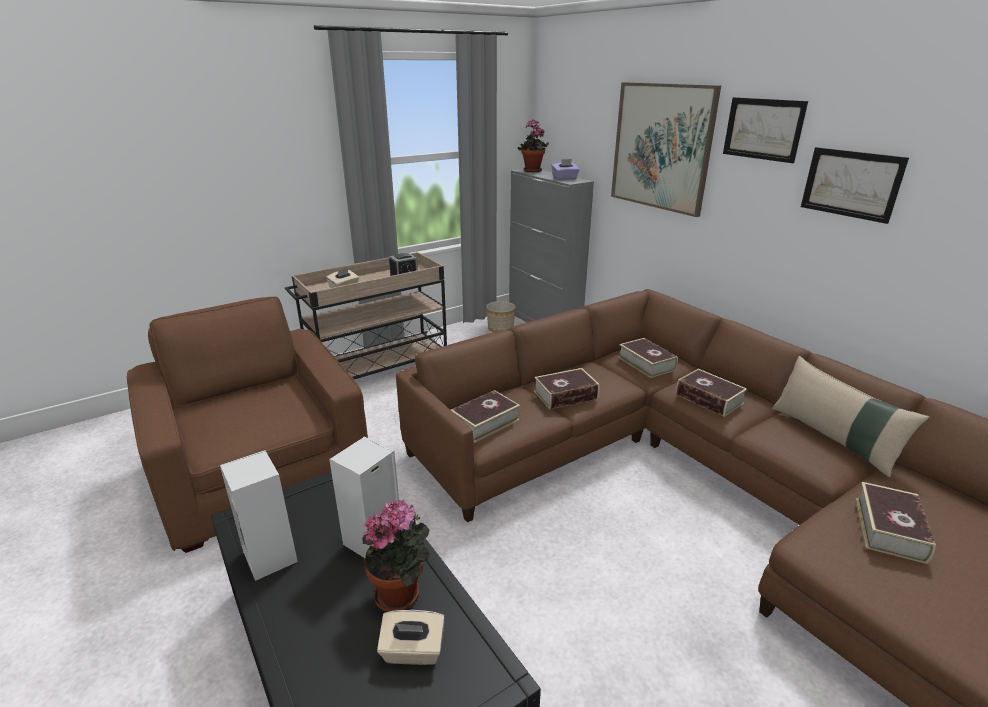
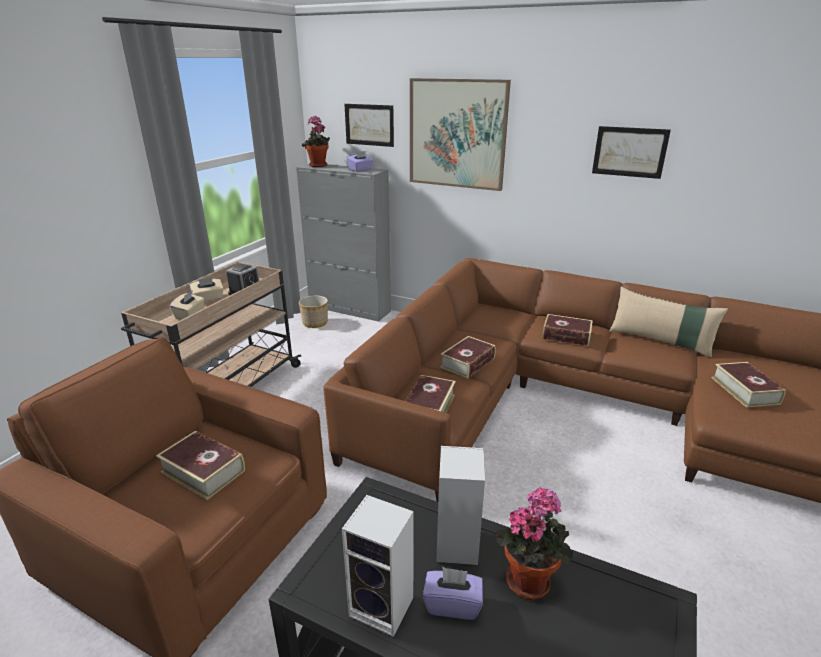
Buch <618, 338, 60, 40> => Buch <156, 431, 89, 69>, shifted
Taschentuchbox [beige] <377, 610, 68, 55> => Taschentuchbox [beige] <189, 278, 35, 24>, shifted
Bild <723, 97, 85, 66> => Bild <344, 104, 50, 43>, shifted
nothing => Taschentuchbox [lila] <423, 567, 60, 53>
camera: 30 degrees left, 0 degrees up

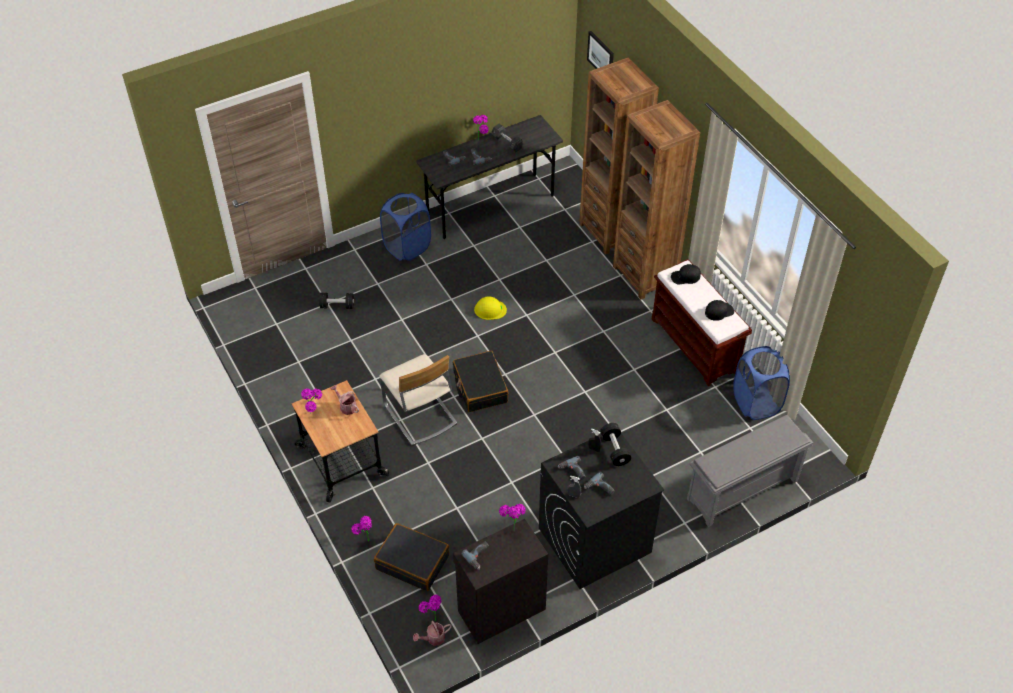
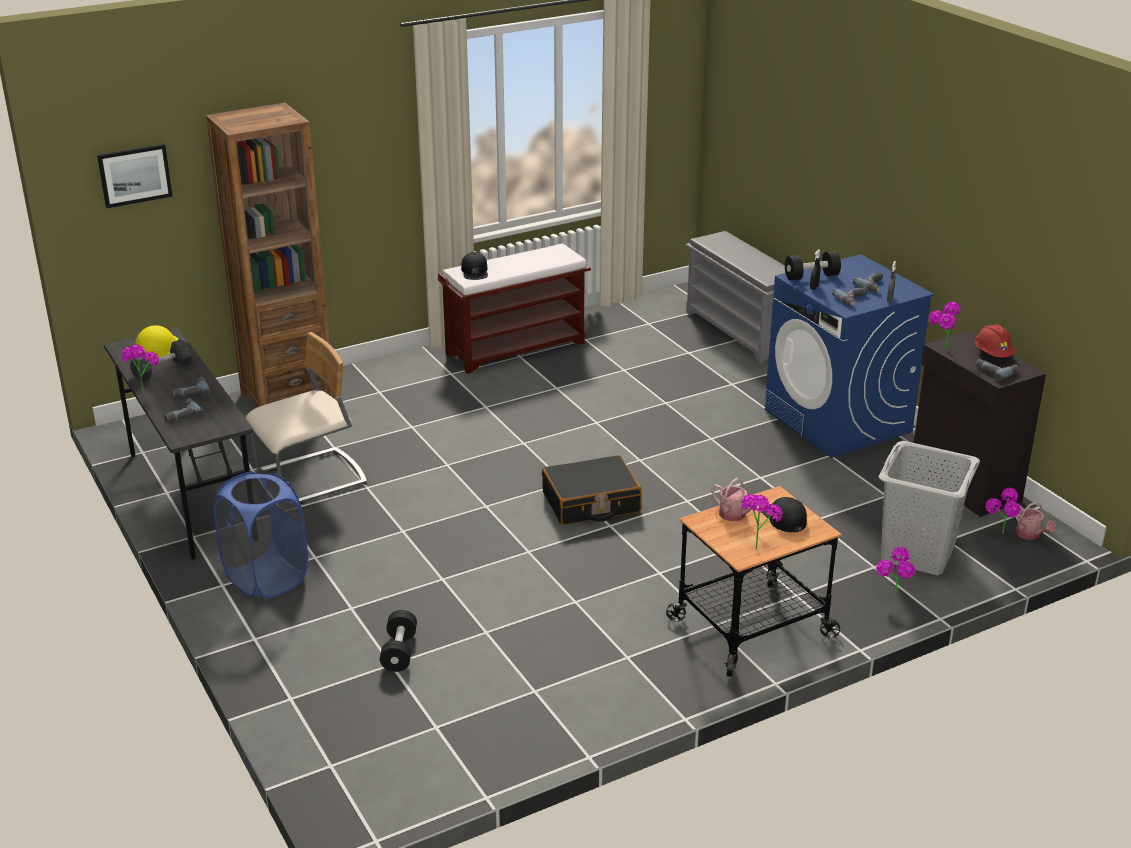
Schutzhelm [gelb] <474, 296, 33, 24> => Schutzhelm [gelb] <135, 325, 44, 33>, shifted
Stuhl [beige] <379, 354, 78, 92> => Stuhl [beige] <246, 332, 121, 172>, shifted
Gießkanne <331, 385, 28, 30> => Gießkanne <712, 478, 51, 43>, 90 degrees counterclockwise
Kappe [schwarz] <705, 300, 29, 21> => Kappe [schwarz] <762, 497, 45, 35>, shifted
Waschmaschine [schwarz] <539, 434, 125, 155> => Waschmaschine [blau] <765, 254, 169, 204>
Koffer [schwarz] <374, 523, 75, 68> => Wäschekorb [grau] <879, 441, 101, 134>
nothing => Schutzhelm [rot] <975, 324, 40, 33>
Bücherregal [braun] <613, 100, 87, 200> => nothing
Wäschekorb [blau] <733, 346, 57, 74> => nothing
camera: 90 degrees left, 20 degrees down

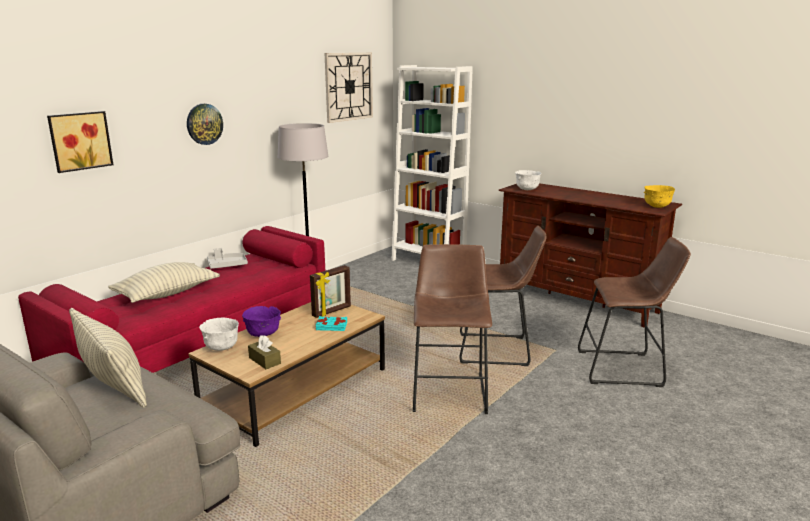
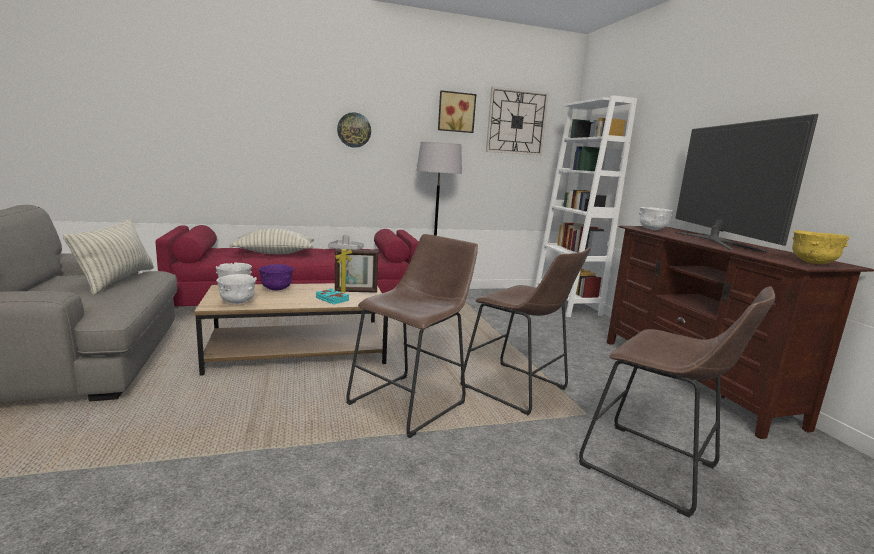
Taschentuchbox [braun] <248, 335, 33, 34> => Schüssel [weiß] <216, 274, 41, 30>
Bild <47, 111, 66, 62> => Bild <438, 90, 38, 43>, shifted
nothing => Fernseher <675, 114, 144, 138>
camera: 35 degrees right, 5 degrees down

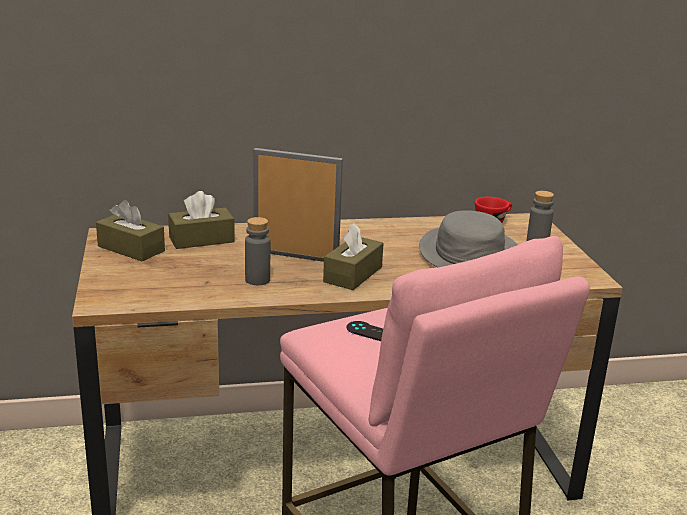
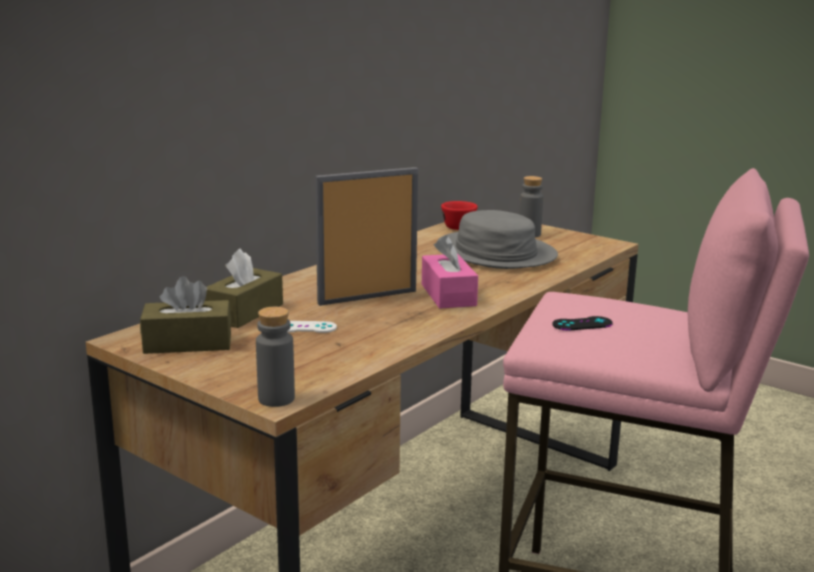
Flasche [grau] <245, 217, 25, 68> => Flasche [grau] <256, 307, 39, 100>, shifted
nothing => Gamepad [weiß] <287, 321, 50, 12>
Taschentuchbox [braun] <323, 223, 60, 67> => Taschentuchbox [rosa] <422, 235, 56, 74>
camera: 40 degrees left, 5 degrees down

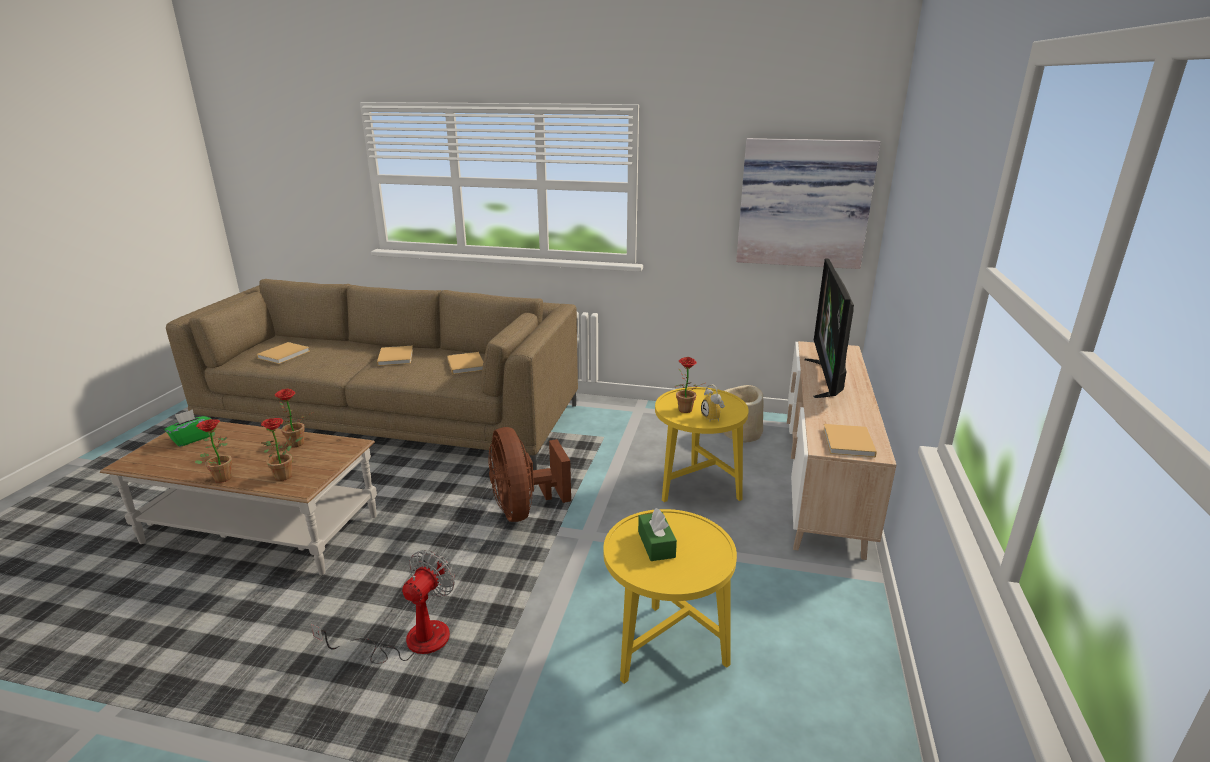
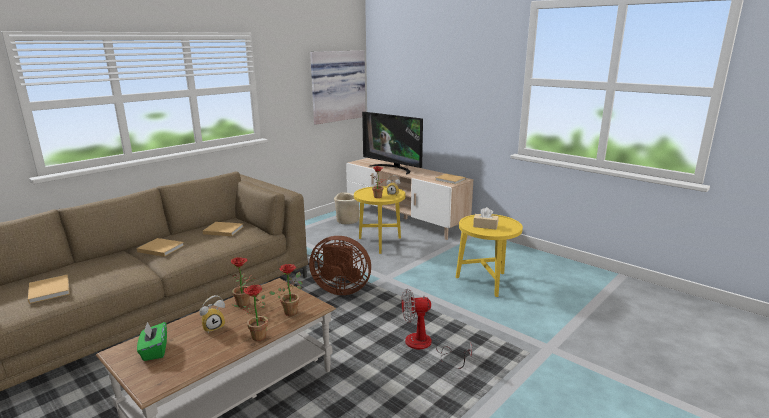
nothing => Wecker <199, 295, 26, 39>
Ventilator <311, 550, 144, 114> => Ventilator <402, 289, 70, 80>, 60 degrees counterclockwise
Taschentuchbox [grün] <638, 508, 39, 53> => Taschentuchbox [beige] <473, 207, 25, 23>
camera: 60 degrees left, 5 degrees down

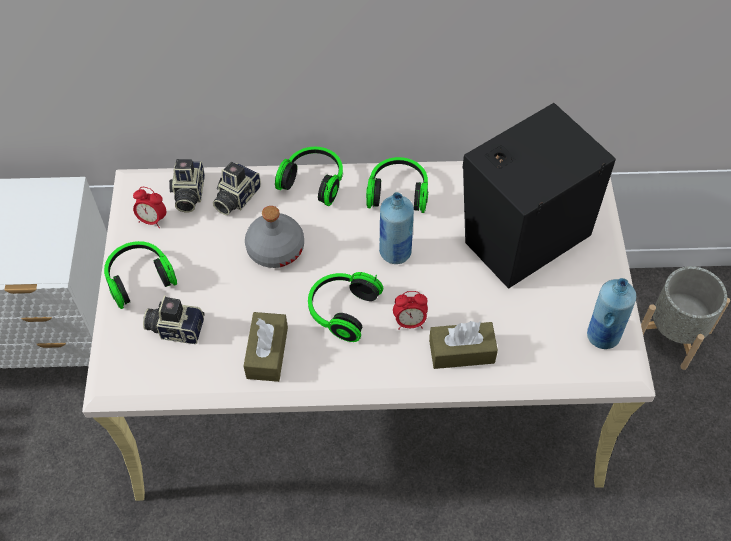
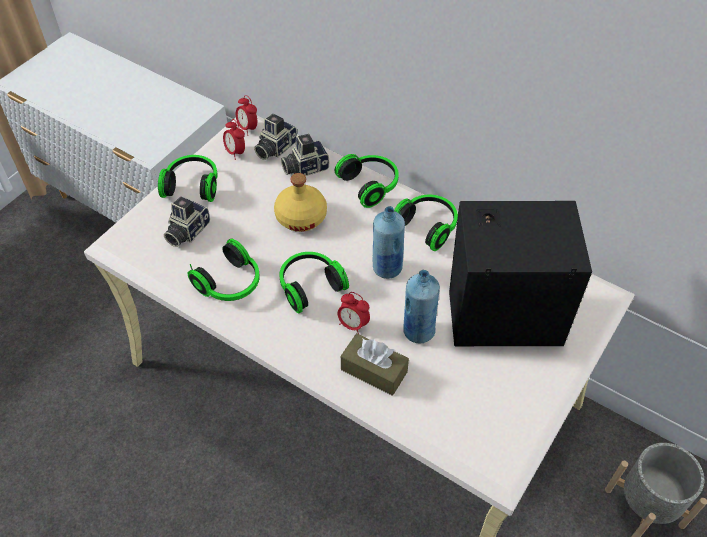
Kamera <143, 295, 62, 49> => Kamera <164, 196, 46, 51>, 105 degrees counterclockwise
Taschentuchbox [braun] <244, 312, 44, 70> => Kopfhörer <188, 239, 72, 62>
nothing => Wecker <236, 95, 21, 41>
Flasche [grau] <245, 206, 59, 62> => Flasche [gelb] <274, 173, 53, 59>
Flasche [blau] <587, 278, 49, 71> => Flasche [blau] <403, 270, 37, 73>, shifted
camera: 35 degrees right, 5 degrees down

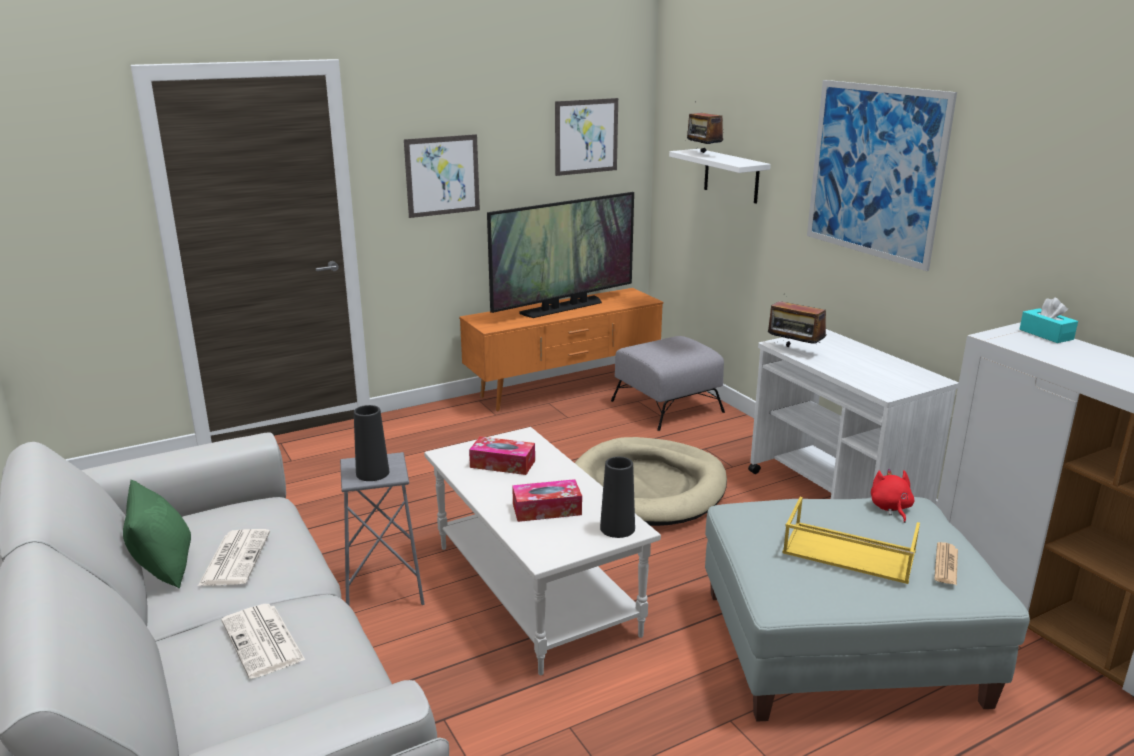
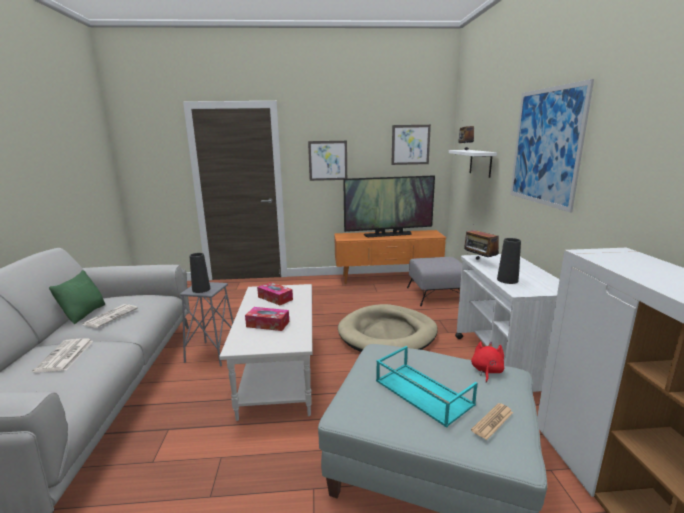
Tablett [gelb] <782, 497, 138, 87> => Tablett [türkis] <376, 346, 101, 82>
Vase [schwarz] <600, 457, 35, 81> => Vase [schwarz] <497, 238, 24, 46>, shifted
Taschentuchbox [türkis] <1020, 298, 58, 45> => nothing
camera: 25 degrees right, 5 degrees down

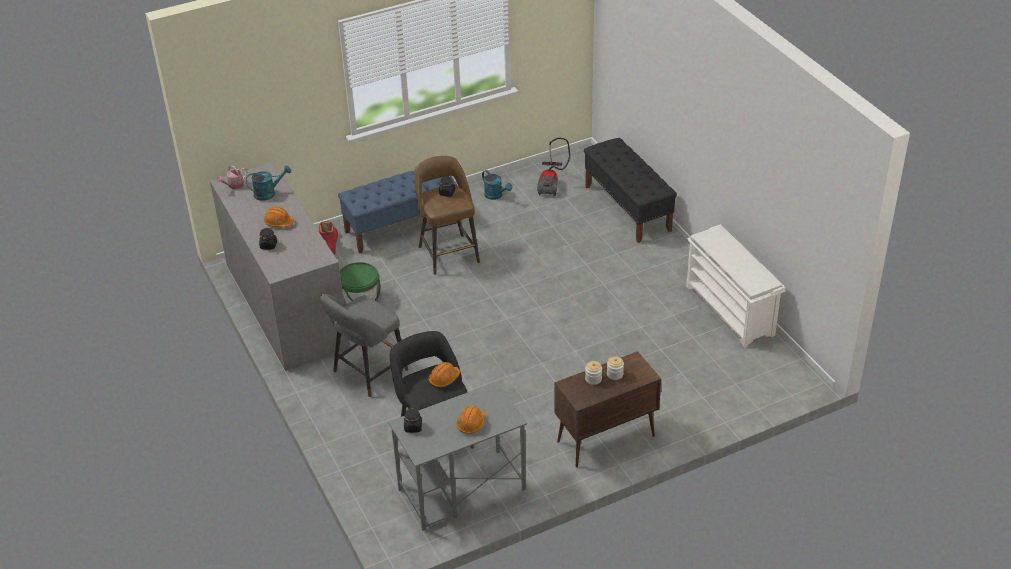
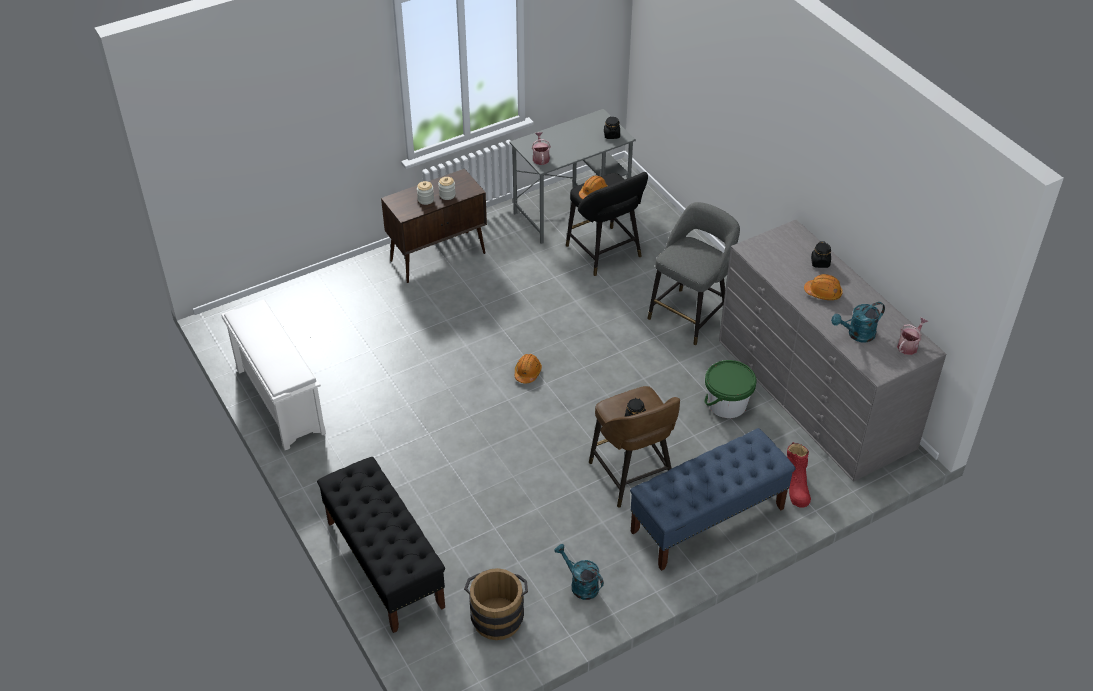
Staubsauger <537, 138, 33, 58> => Eimer [braun] <464, 568, 64, 72>
Schutzhelm [orange] <457, 406, 28, 28> => Schutzhelm [orange] <515, 354, 27, 29>, shifted
nothing => Gießkanne <532, 132, 19, 33>
camera: 175 degrees right, 5 degrees up

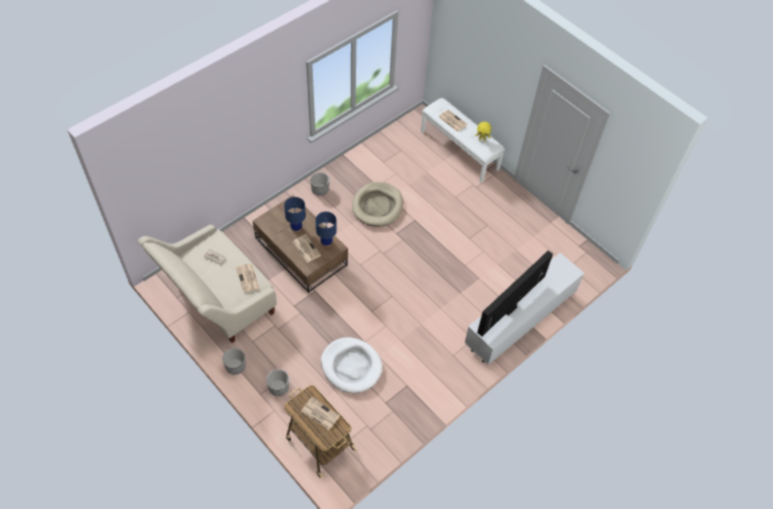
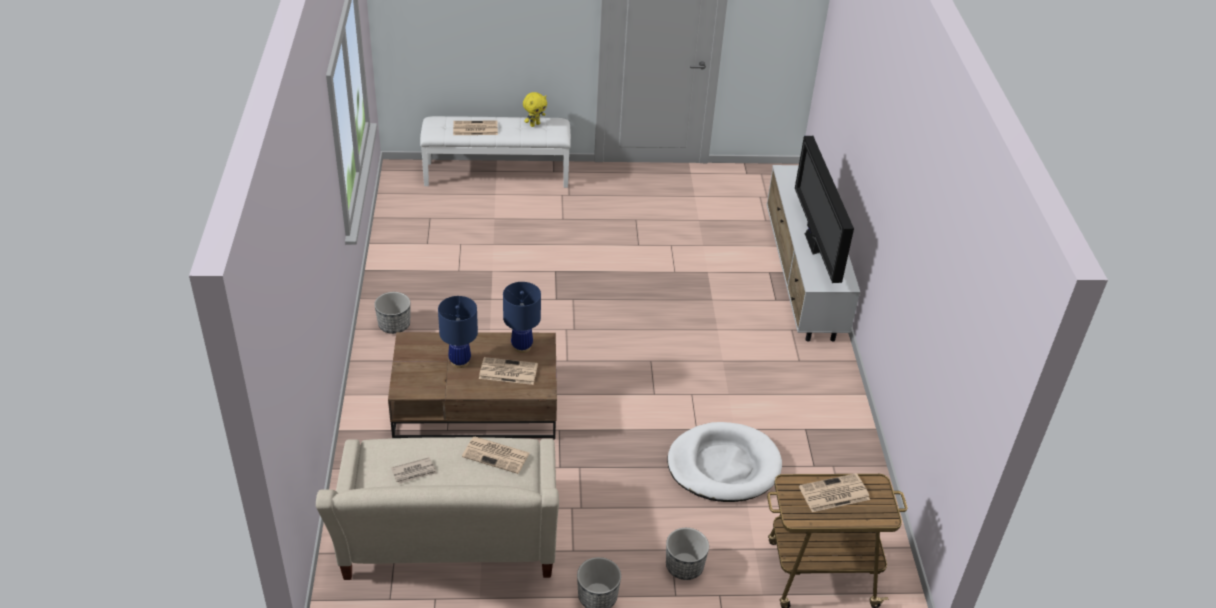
Hundebett [beige] <352, 182, 51, 45> => nothing
camera: 50 degrees left, 15 degrees down

